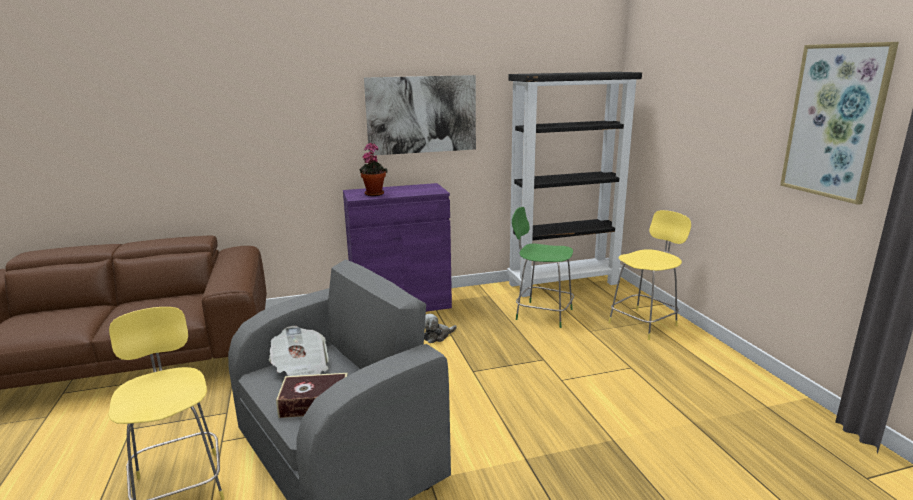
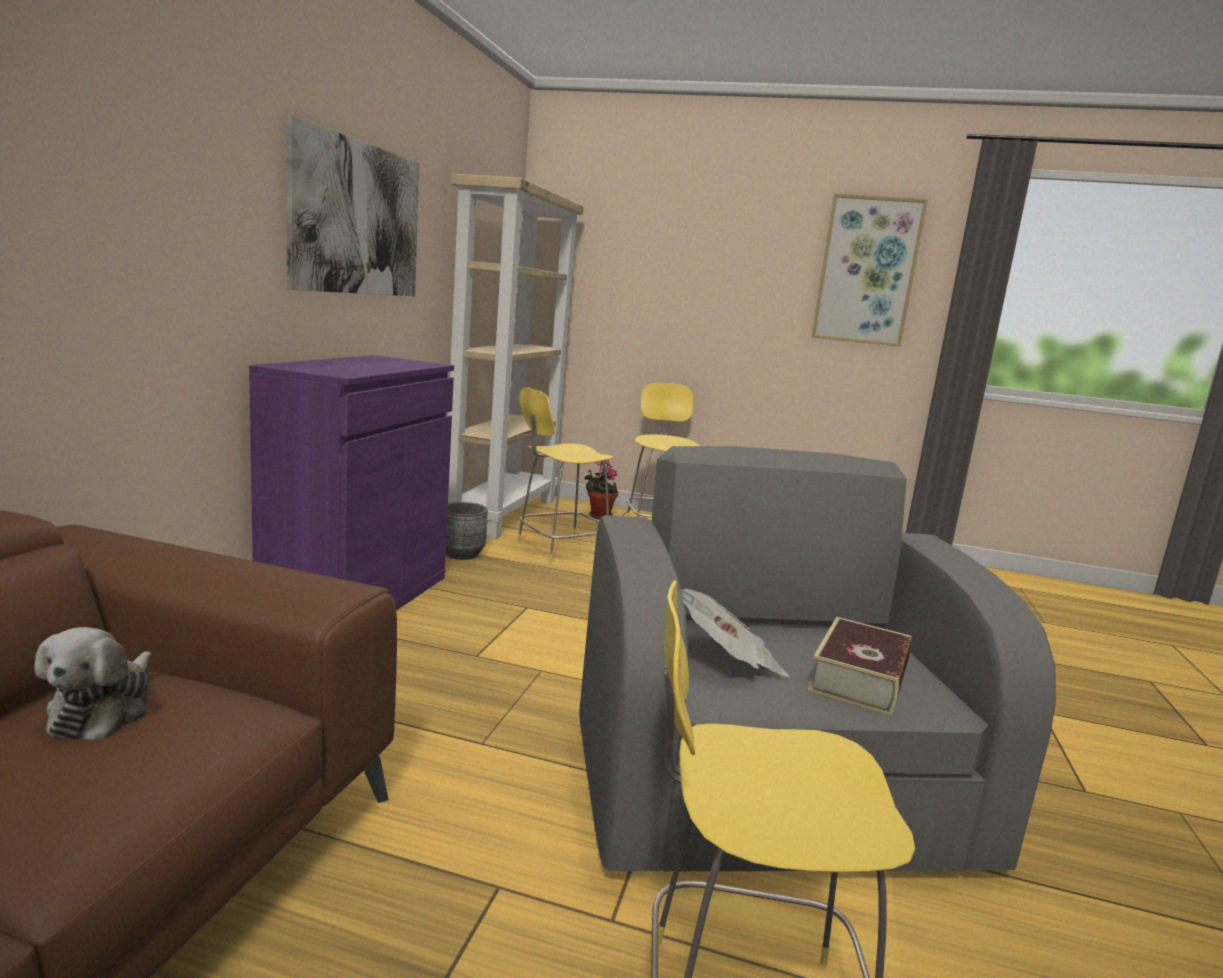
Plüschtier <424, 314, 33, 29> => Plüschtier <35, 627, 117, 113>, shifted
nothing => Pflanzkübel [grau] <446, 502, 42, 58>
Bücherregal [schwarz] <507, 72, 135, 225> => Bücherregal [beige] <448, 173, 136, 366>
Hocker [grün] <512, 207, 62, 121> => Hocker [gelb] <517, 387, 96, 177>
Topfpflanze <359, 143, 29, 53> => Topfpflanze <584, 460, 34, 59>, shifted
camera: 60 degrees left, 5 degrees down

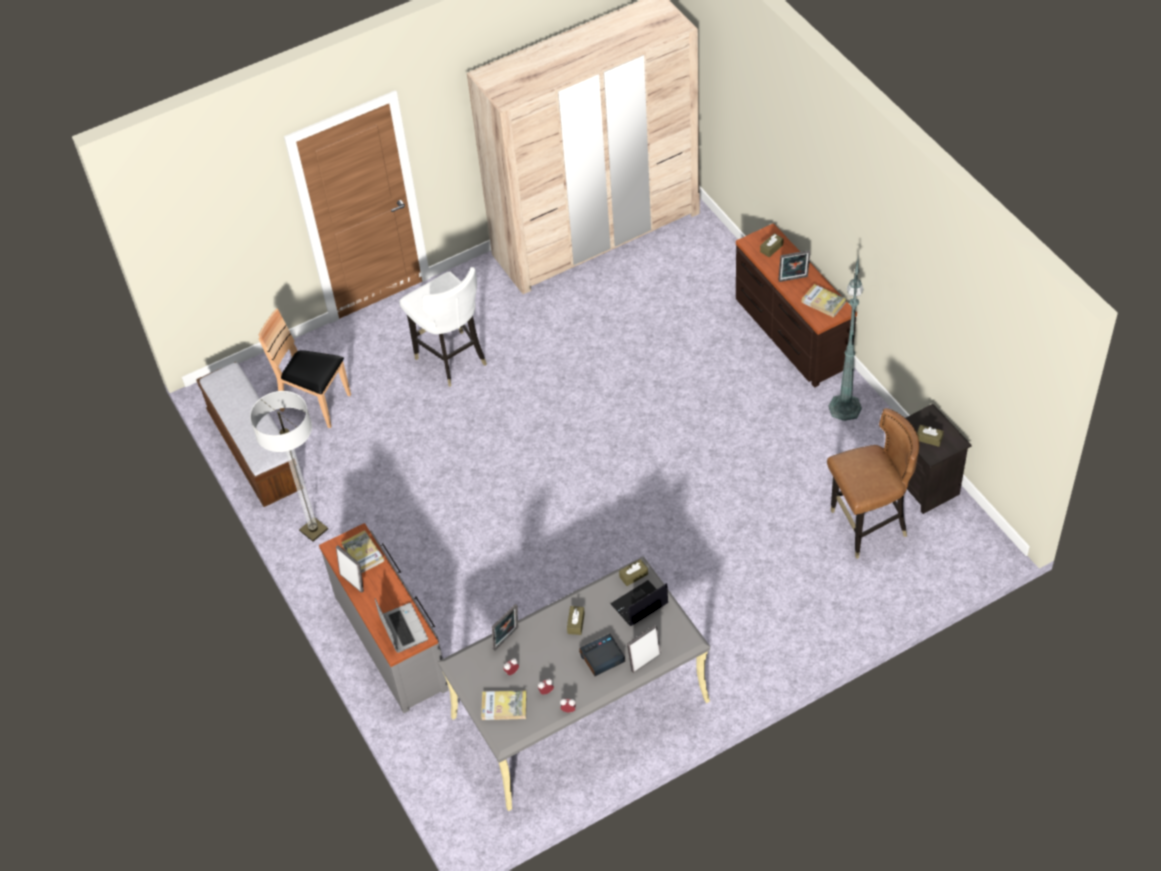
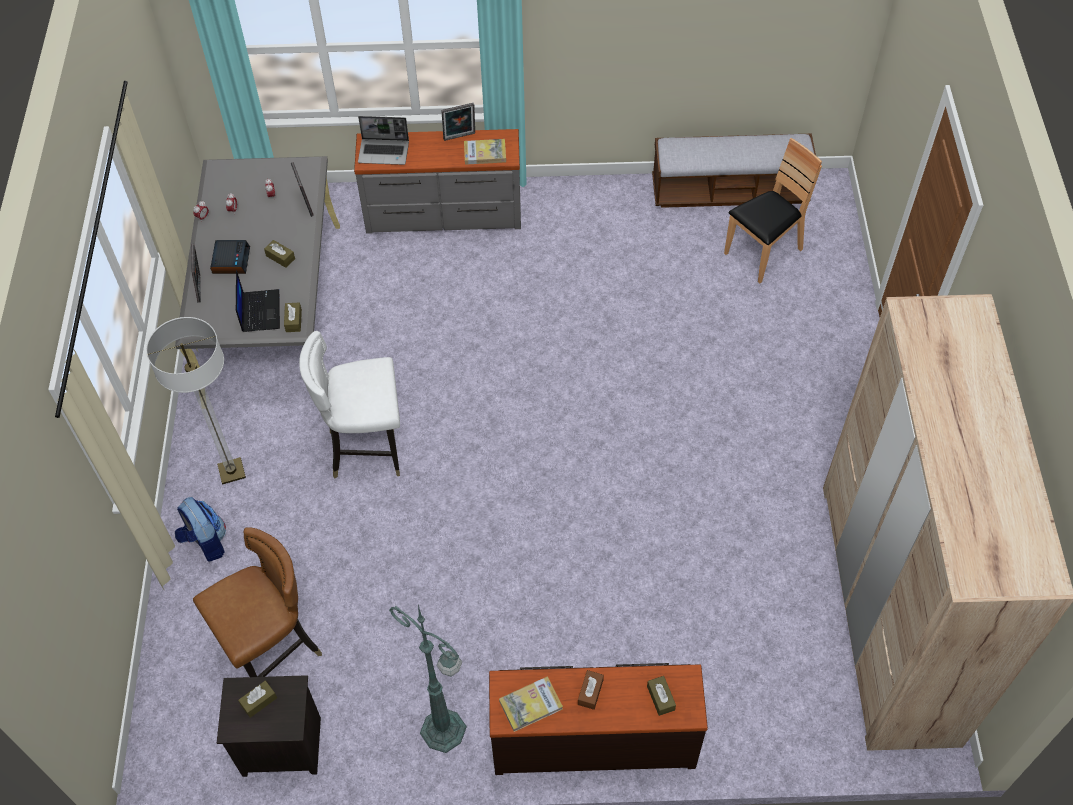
Stehlampe <250, 391, 78, 151> => Stehlampe <146, 317, 100, 168>, shifted
nothing => Rucksack <175, 497, 51, 65>
Stuhl [braun] <827, 408, 92, 151> => Stuhl [braun] <193, 527, 129, 150>, 135 degrees counterclockwise
Stuhl [weiß] <399, 267, 88, 120> => Stuhl [weiß] <299, 331, 101, 148>, shifted
Bilderrahmen <778, 250, 32, 32> => Taschentuchbox [braun] <578, 670, 26, 40>
Buch <481, 690, 46, 30> => nothing
camera: 115 degrees right, 5 degrees up

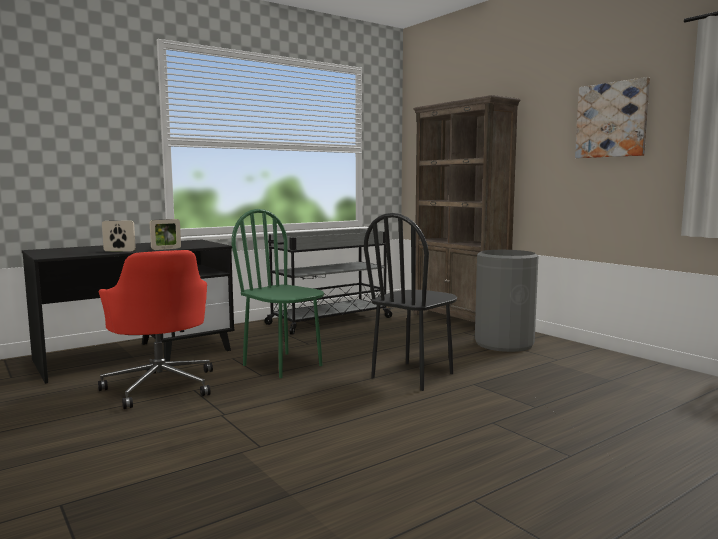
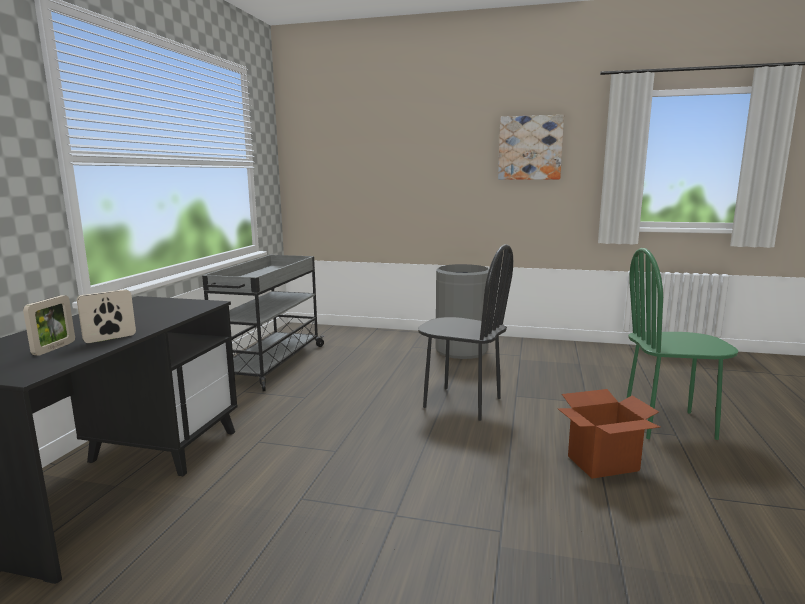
Bilderrahmen <150, 219, 31, 31> => Bilderrahmen <23, 295, 52, 61>, shifted
Stuhl [schwarz] <364, 213, 93, 178> => Stuhl [schwarz] <418, 244, 95, 177>, 60 degrees counterclockwise
nothing => Karton <557, 389, 103, 90>
Stuhl [grün] <232, 209, 92, 169> => Stuhl [grün] <627, 248, 111, 192>, shifted
Bürostuhl [rot] <98, 250, 115, 159> => nothing
Bücherregal [braun] <413, 95, 107, 227> => nothing
camera: 40 degrees left, 5 degrees up

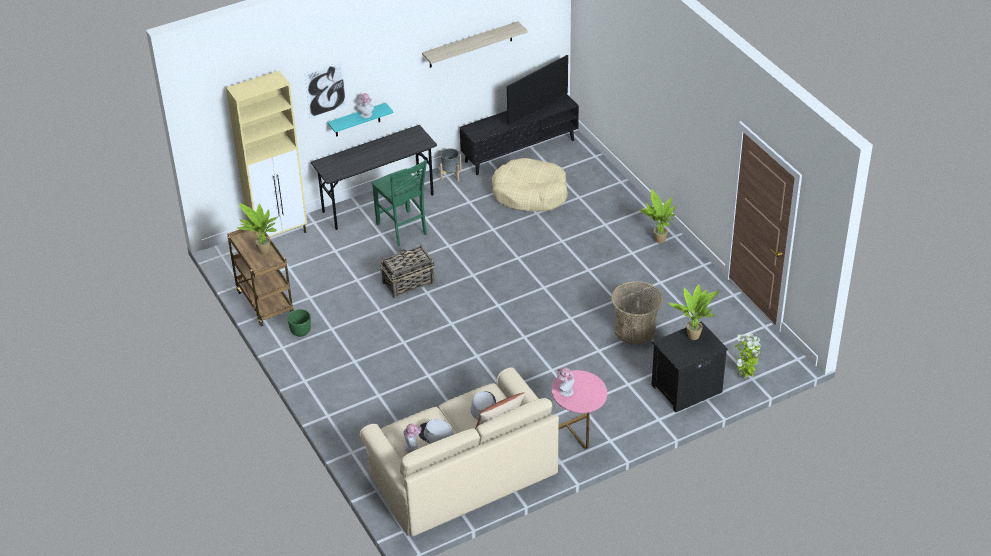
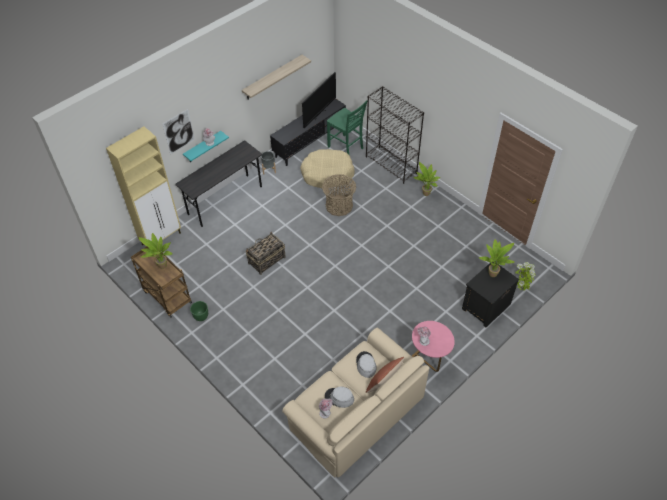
Korb <611, 281, 52, 63> => Korb <322, 174, 34, 42>, shifted
Stuhl [grün] <372, 160, 55, 86> => Stuhl [grün] <327, 100, 40, 54>, shifted
nothing => Bücherregal [schwarz] <366, 86, 58, 98>
camera: 15 degrees left, 10 degrees up

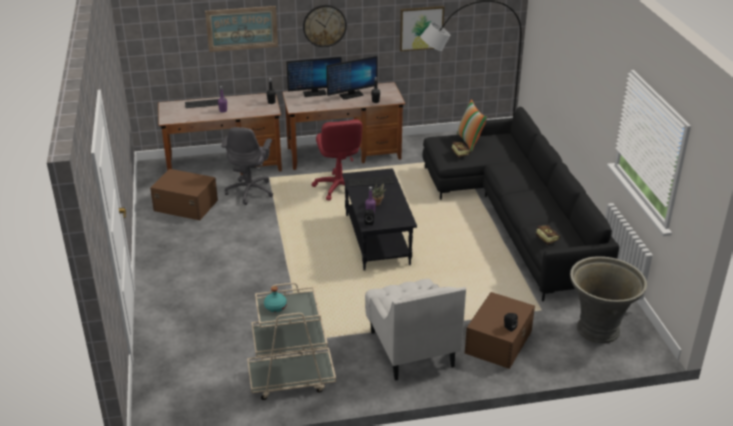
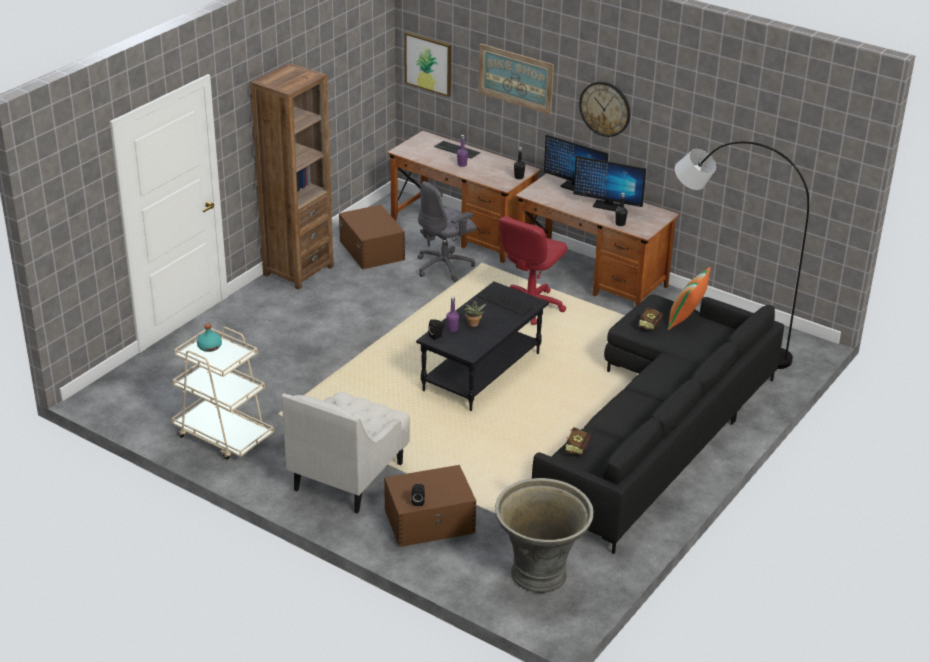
nothing => Bücherregal [braun] <250, 63, 84, 227>
Bild <400, 6, 44, 46> => Bild <405, 32, 46, 65>, shifted
camera: 45 degrees right, 0 degrees up

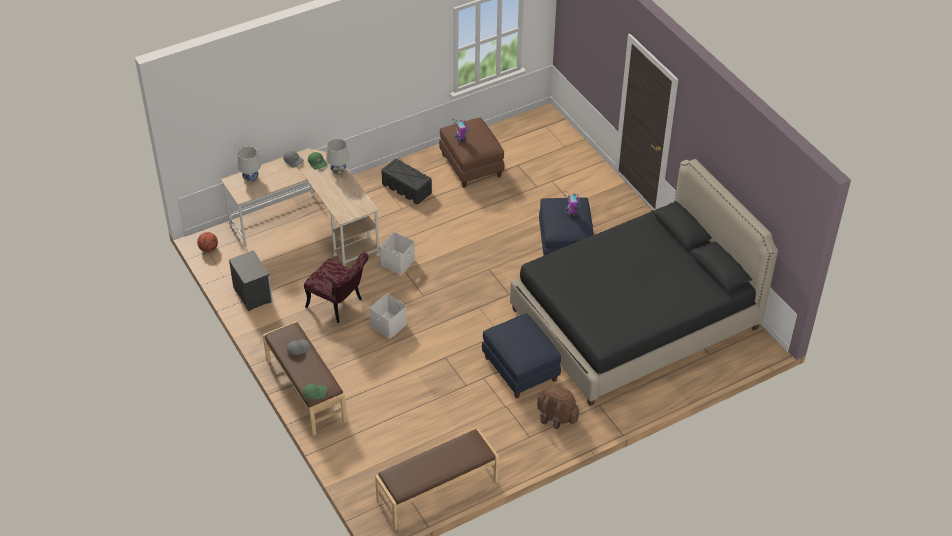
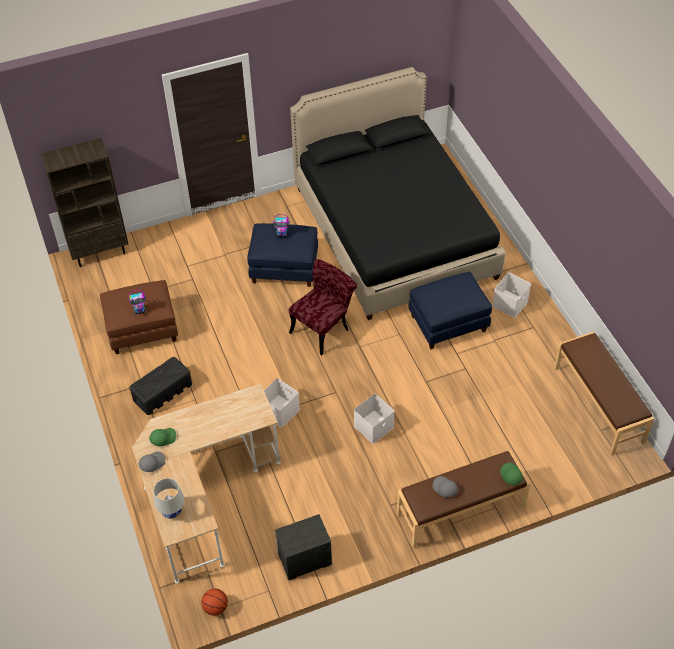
nothing => Bücherregal [braun] <41, 138, 88, 129>
Stuhl [rot] <304, 252, 64, 71> => Stuhl [rot] <289, 259, 69, 96>, shifted
Rucksack [braun] <537, 384, 42, 45> => Aufbewahrungsbox [weiß] <492, 272, 39, 46>
Tischlampe [weiß] <326, 139, 23, 36> => nothing
camera: 80 degrees left, 5 degrees up

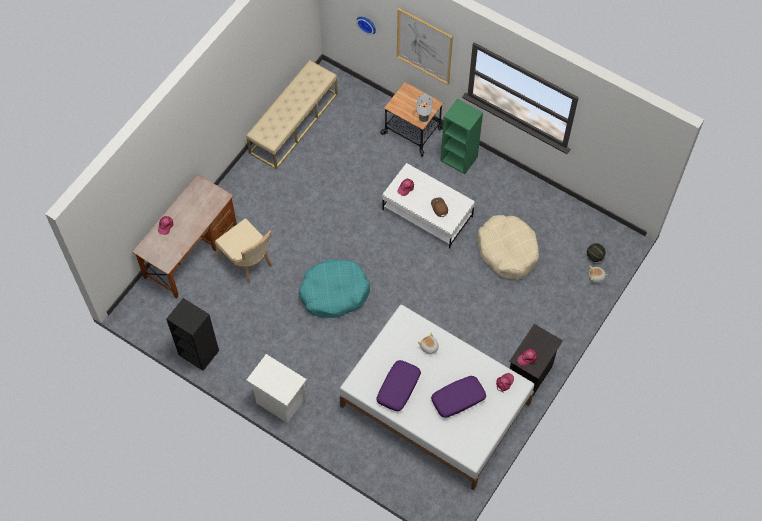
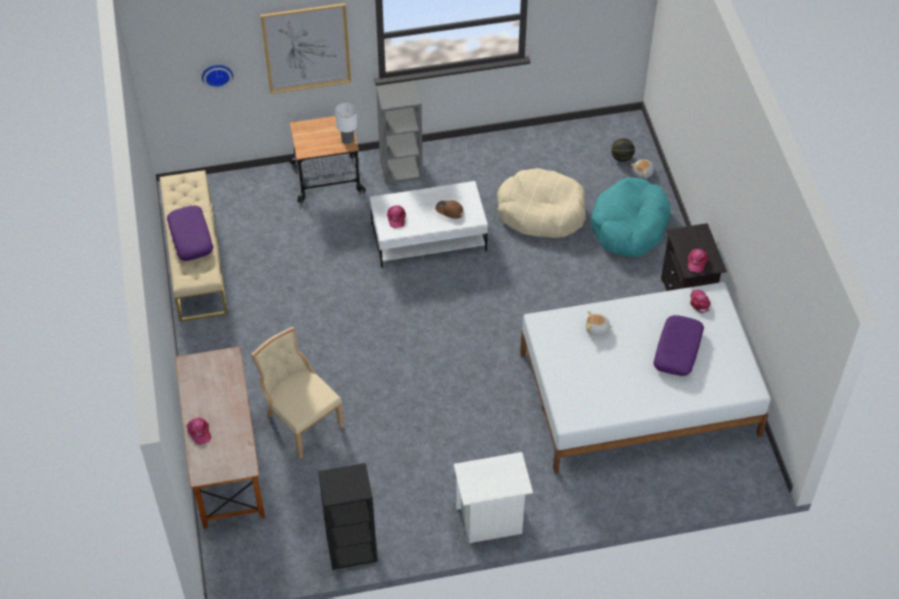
Kissen [lila] <376, 360, 45, 51> => Kissen [lila] <167, 205, 46, 56>, shifted
Stuhl [beige] <215, 218, 57, 66> => Stuhl [beige] <251, 326, 94, 133>, 135 degrees counterclockwise
Bücherregal [grün] <440, 99, 43, 75> => Bücherregal [grau] <376, 80, 47, 104>
Hundebett [türkis] <299, 259, 71, 59> => Hundebett [türkis] <591, 177, 80, 80>, shifted
camera: 45 degrees left, 10 degrees down

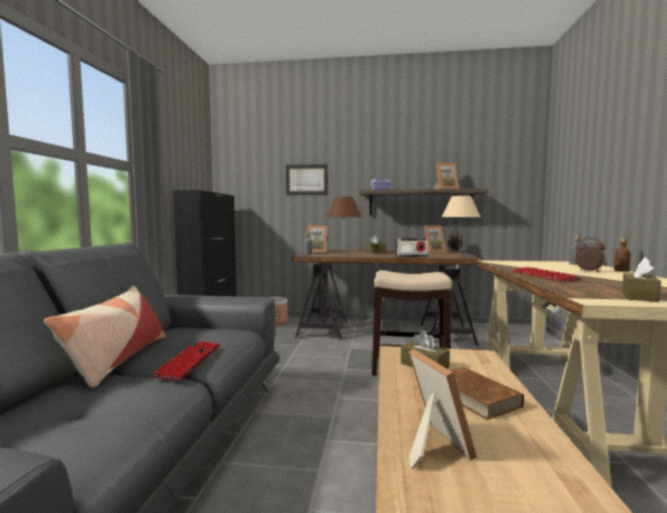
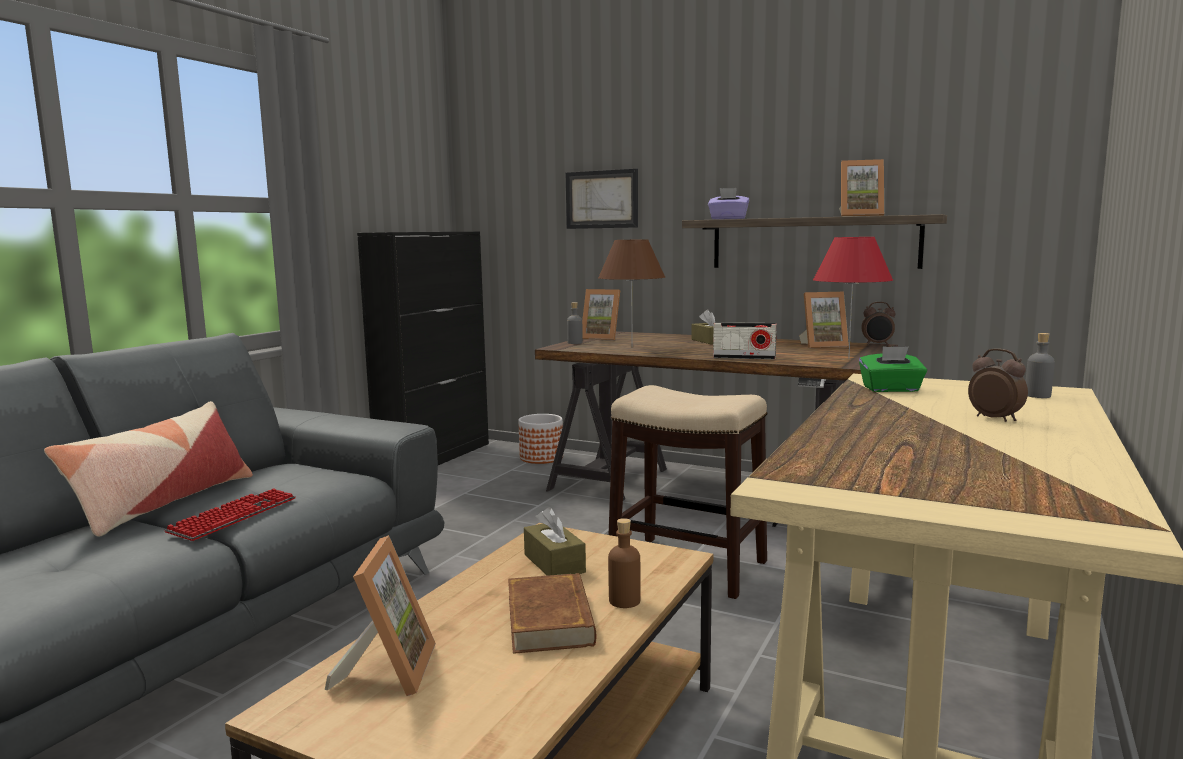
Flasche [braun] <614, 237, 17, 35> => Flasche [braun] <608, 518, 33, 90>, shifted
Tischlampe [beige] <442, 196, 38, 60> => Tischlampe [rot] <813, 237, 80, 122>
nothing => Taschentuchbox [grün] <859, 346, 68, 46>
Tastatur <512, 267, 70, 15> => nothing
Taschentuchbox [braun] <622, 257, 39, 45> => nothing
camera: 20 degrees right, 5 degrees up

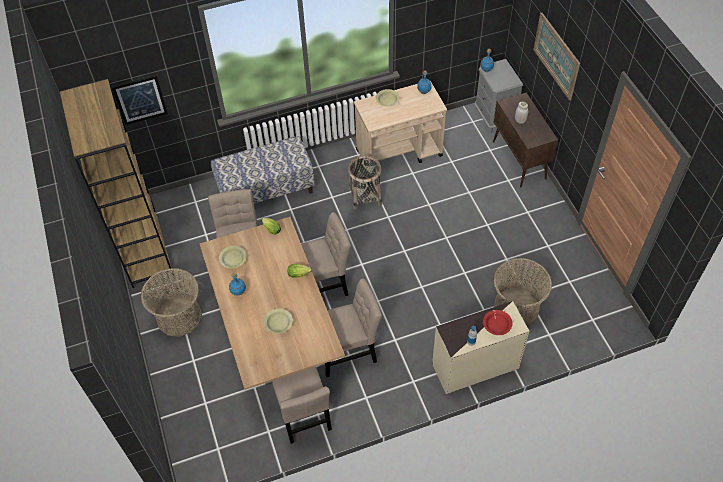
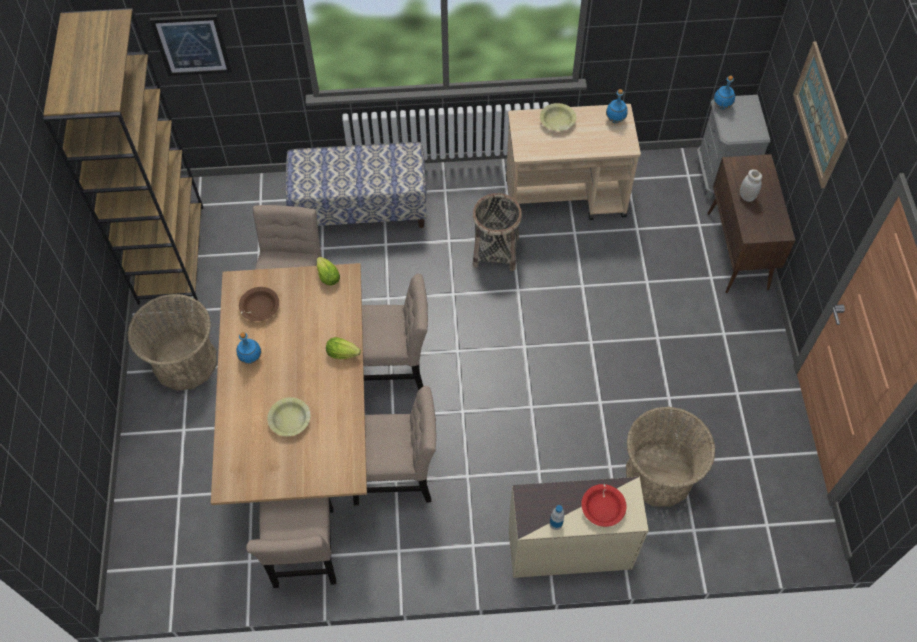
Schüssel [gelb] <219, 246, 28, 22> => Schüssel [braun] <239, 287, 40, 34>
camera: 15 degrees right, 5 degrees up

